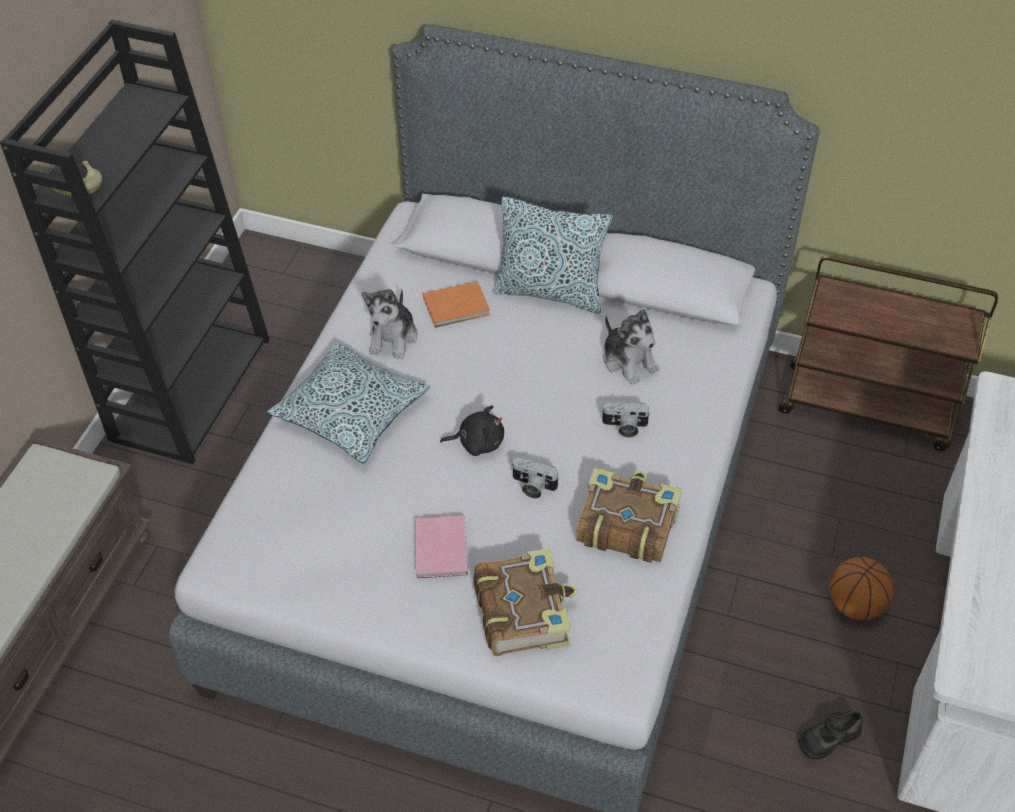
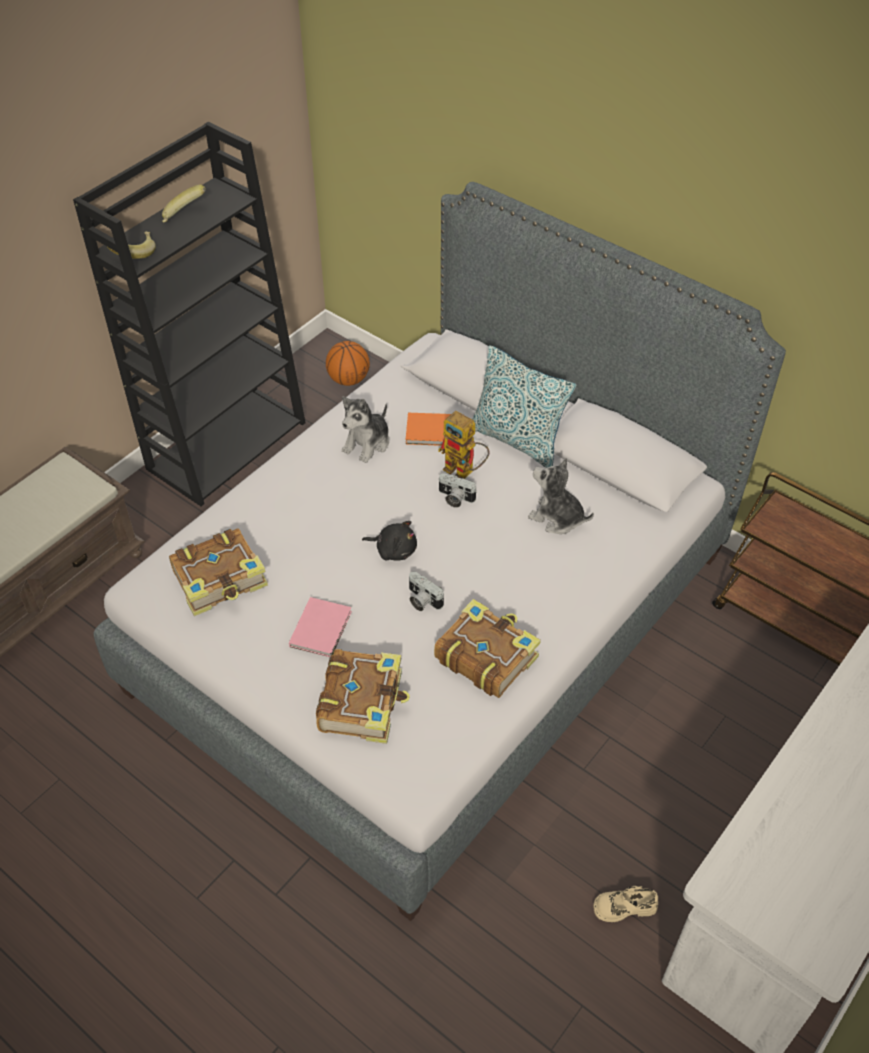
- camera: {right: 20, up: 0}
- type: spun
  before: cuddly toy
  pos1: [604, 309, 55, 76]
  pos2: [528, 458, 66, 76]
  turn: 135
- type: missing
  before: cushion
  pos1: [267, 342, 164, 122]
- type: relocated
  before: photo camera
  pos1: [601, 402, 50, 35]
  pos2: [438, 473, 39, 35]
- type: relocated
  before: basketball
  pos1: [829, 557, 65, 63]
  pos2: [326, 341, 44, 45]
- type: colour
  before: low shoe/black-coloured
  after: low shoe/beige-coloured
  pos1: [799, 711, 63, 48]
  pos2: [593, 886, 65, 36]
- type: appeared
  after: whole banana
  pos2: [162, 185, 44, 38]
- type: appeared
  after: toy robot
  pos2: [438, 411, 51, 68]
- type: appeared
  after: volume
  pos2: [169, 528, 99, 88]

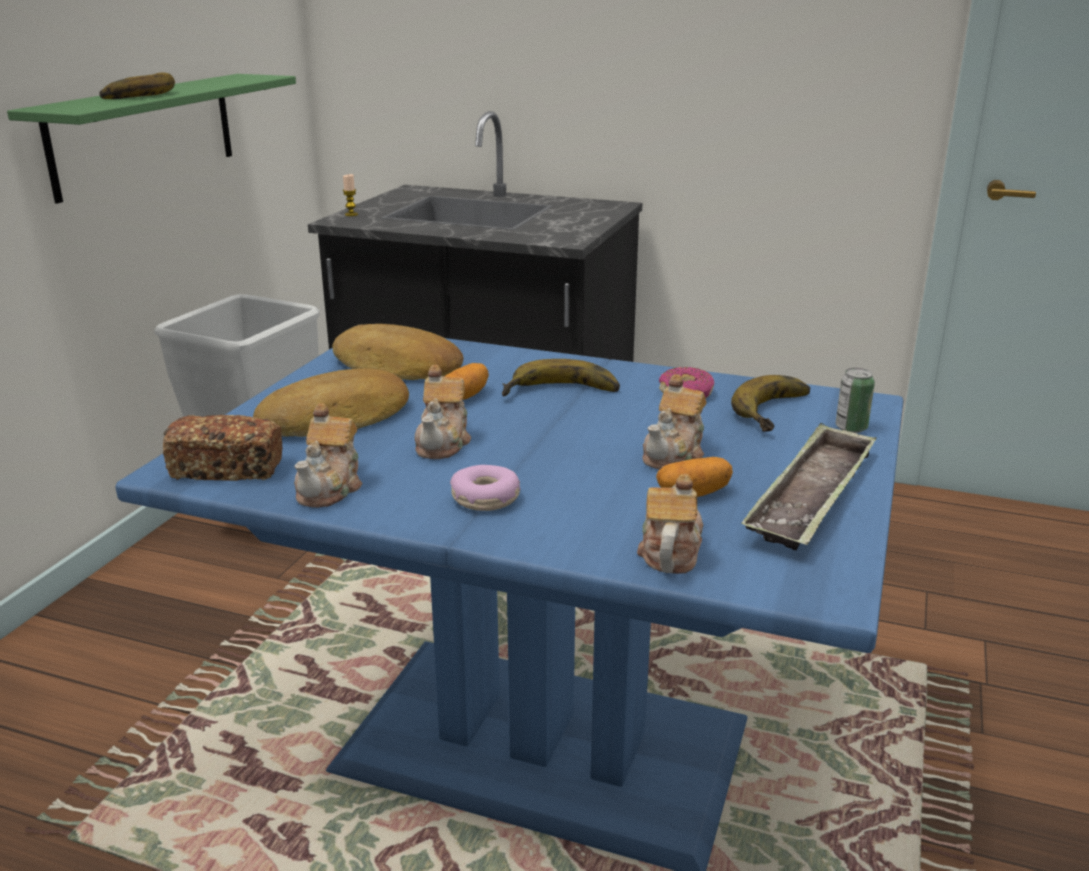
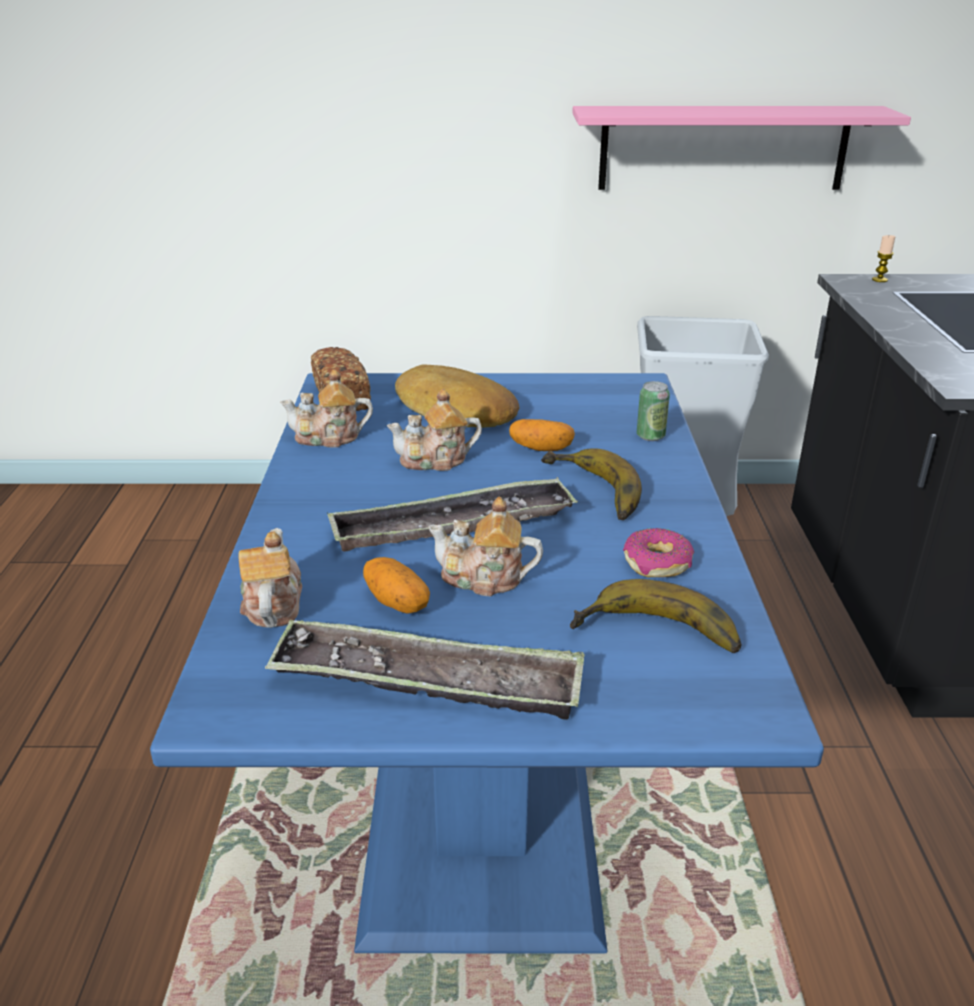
- camera: {right: 70, up: 5}
- type: missing
  before: whole banana
  pos1: [99, 72, 76, 27]
- type: colour
  before: bracket shelf/greenish
  after: bracket shelf/pinkish
  pos1: [7, 74, 289, 130]
  pos2: [572, 106, 339, 84]
- type: missing
  before: baked bread
  pos1: [332, 324, 132, 56]
- type: relocated
  before: metal can
  pos1: [835, 368, 40, 65]
  pos2: [637, 381, 33, 60]
- type: missing
  before: doughnut
  pos1: [450, 465, 70, 46]
- type: spun
  before: tea pot
  pos1: [637, 474, 66, 100]
  pos2: [238, 528, 64, 100]
  turn: -90
- type: appeared
  after: carrying tray
  pos2: [327, 477, 251, 74]

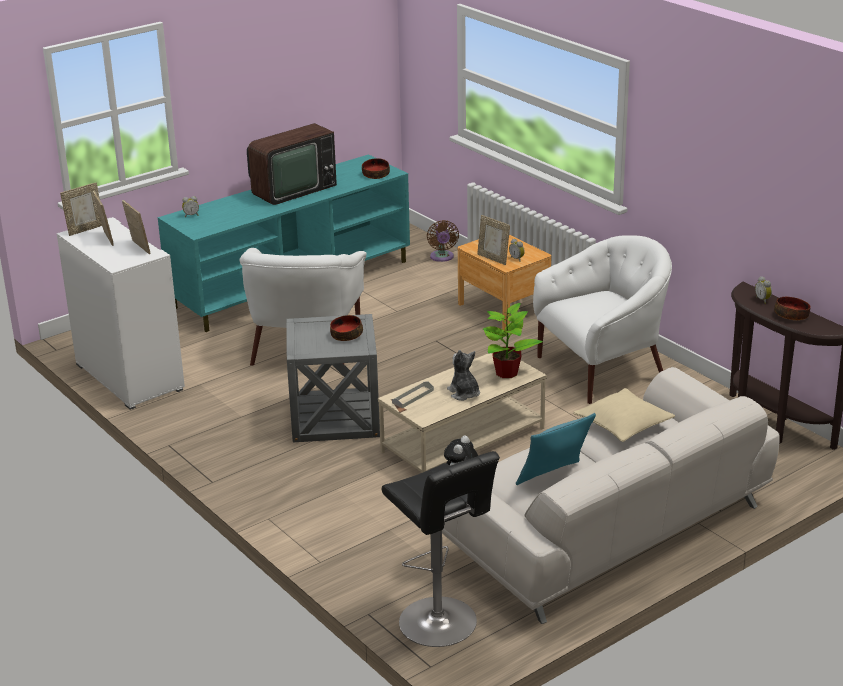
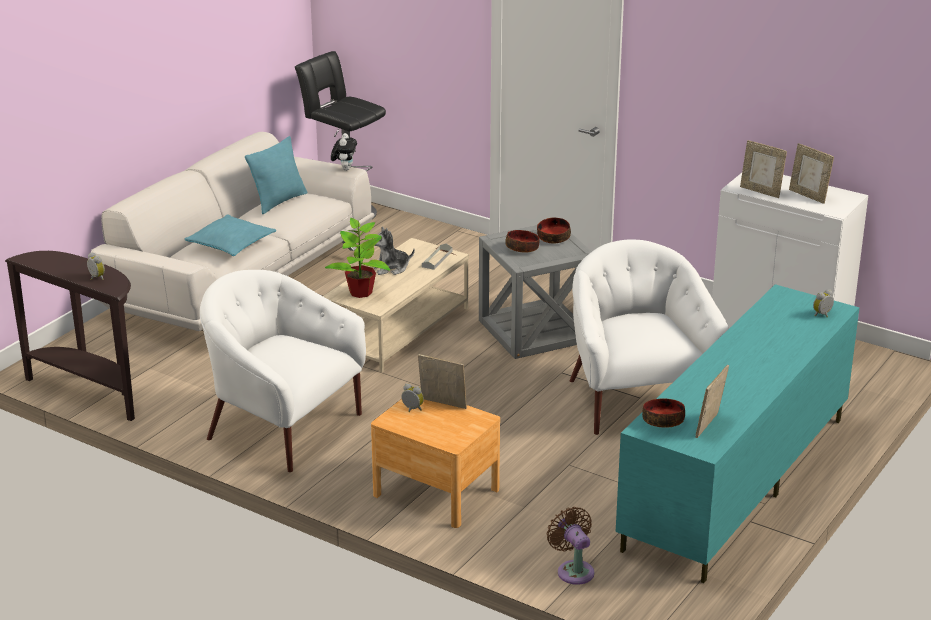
- camera: {right: 160, up: 0}
- type: missing
  before: television
  pos1: [247, 123, 90, 82]
- type: relocated
  before: photo frame
  pos1: [60, 183, 42, 53]
  pos2: [695, 365, 34, 73]
- type: spun
  before: armchair/whitish
  pos1: [533, 235, 139, 169]
  pos2: [200, 270, 166, 202]
  turn: 75
- type: relocated
  before: serving bowl
  pos1: [774, 297, 37, 23]
  pos2: [537, 218, 34, 26]
- type: spun
  before: cuddly toy
  pos1: [447, 350, 33, 51]
  pos2: [370, 227, 45, 48]
  turn: 120
- type: colour
  before: cushion/beige-coloured
  after: cushion/turquoise
  pos1: [573, 388, 102, 54]
  pos2: [184, 214, 92, 42]

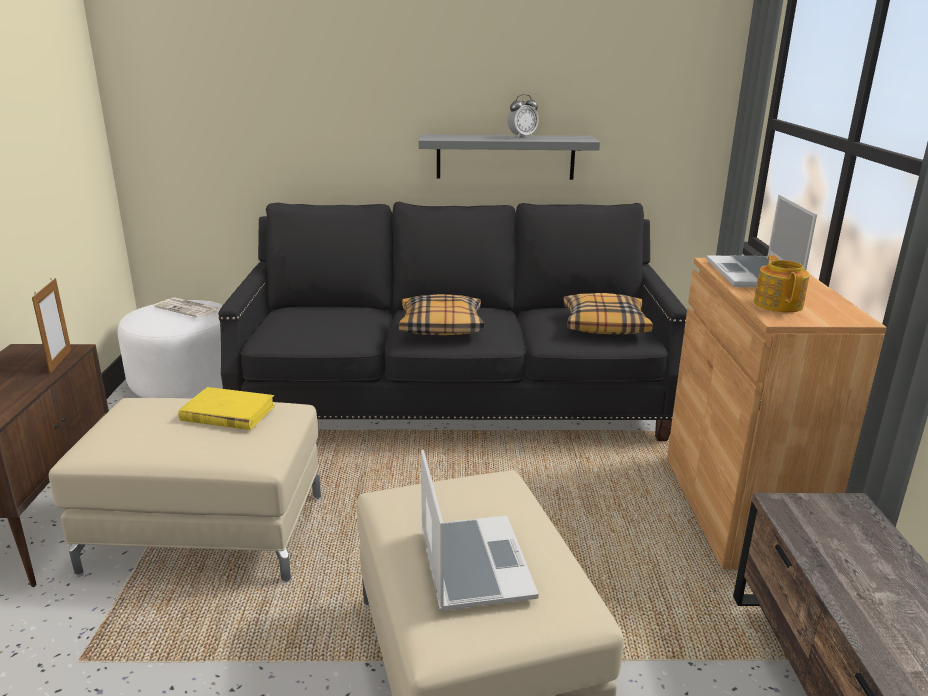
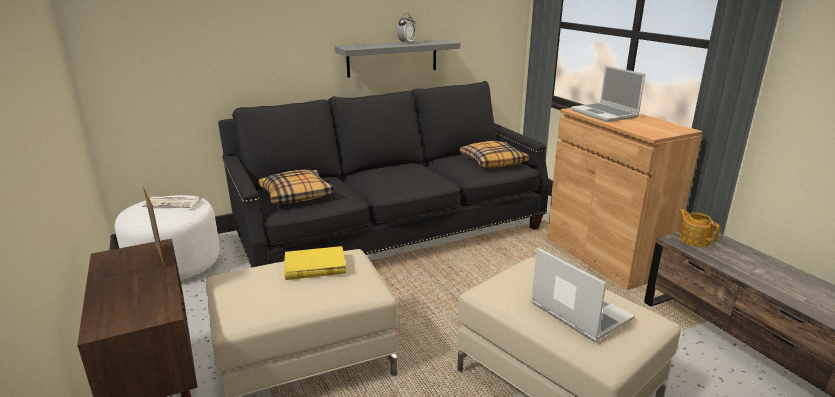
- camera: {right: -25, up: 0}
- type: relocated
  before: tea pot
  pos1: [754, 255, 56, 58]
  pos2: [679, 209, 41, 38]
- type: relocated
  before: cushion
  pos1: [399, 294, 86, 41]
  pos2: [259, 170, 75, 34]

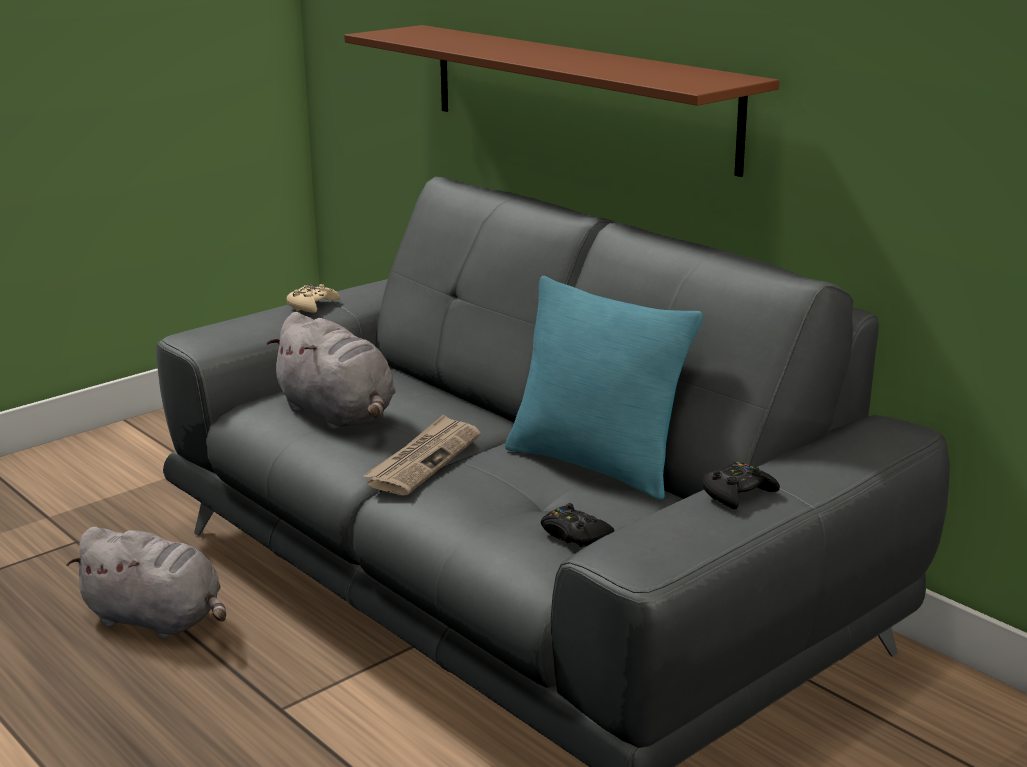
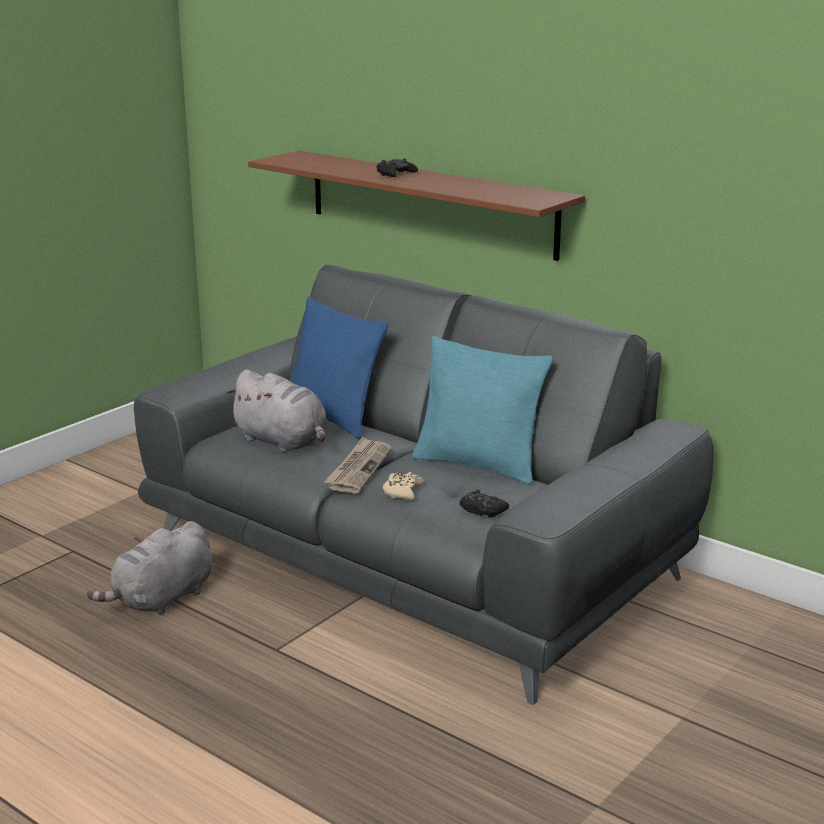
- camera: {right: -10, up: 0}
- type: relocated
  before: gamepad/beige-coloured
  pos1: [286, 284, 54, 29]
  pos2: [383, 472, 41, 28]
- type: relocated
  before: gamepad/black-coloured
  pos1: [703, 462, 77, 47]
  pos2: [376, 158, 42, 19]
- type: spun
  before: cuddly toy/gray
  pos1: [67, 527, 159, 112]
  pos2: [87, 521, 125, 94]
  turn: 120
- type: appeared
  after: cushion/blue-coloured
  pos2: [290, 297, 98, 142]

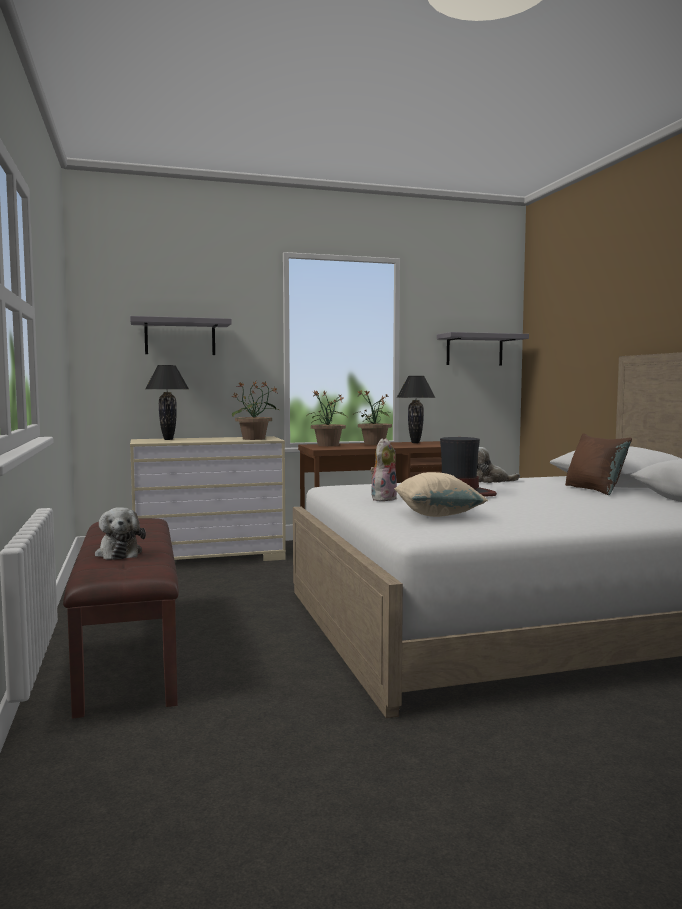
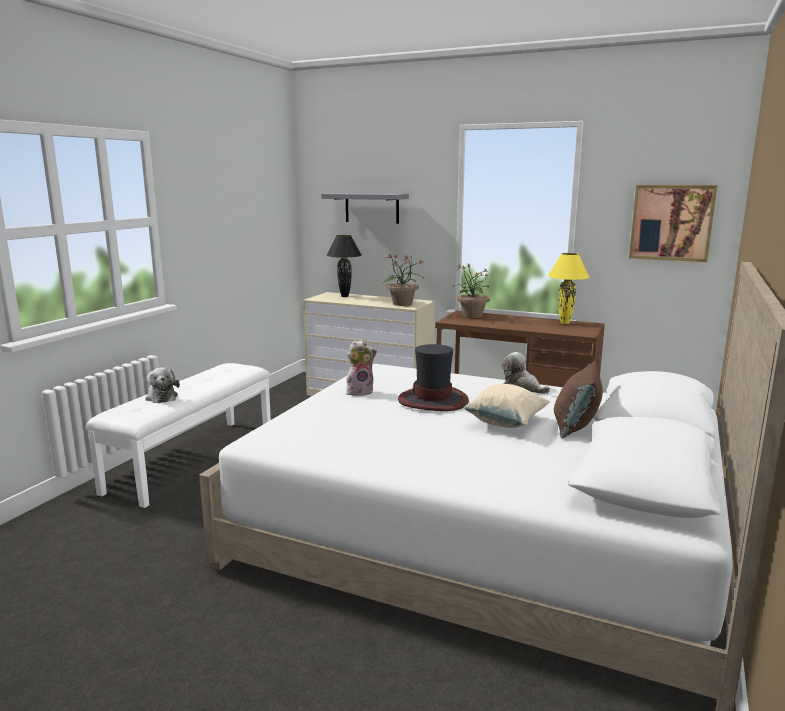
- camera: {right: 40, up: 10}
- type: exchanged
  before: bracket shelf/gray
  after: picture
  pos1: [437, 332, 92, 34]
  pos2: [629, 185, 88, 77]
- type: colour
  before: tabletop lamp/black-coloured
  after: tabletop lamp/yellow-coloured
  pos1: [397, 376, 38, 67]
  pos2: [548, 253, 42, 71]
- type: missing
  before: potted plant
  pos1: [354, 390, 38, 55]
- type: relocated
  before: cushion/beige-coloured
  pos1: [394, 472, 94, 45]
  pos2: [464, 384, 86, 44]
- type: spun
  before: cuddly toy
  pos1: [95, 507, 51, 53]
  pos2: [145, 367, 35, 36]
  turn: -45
- type: colour
  before: long seat/brownish
  after: long seat/whitish
  pos1: [63, 518, 116, 201]
  pos2: [85, 363, 186, 145]

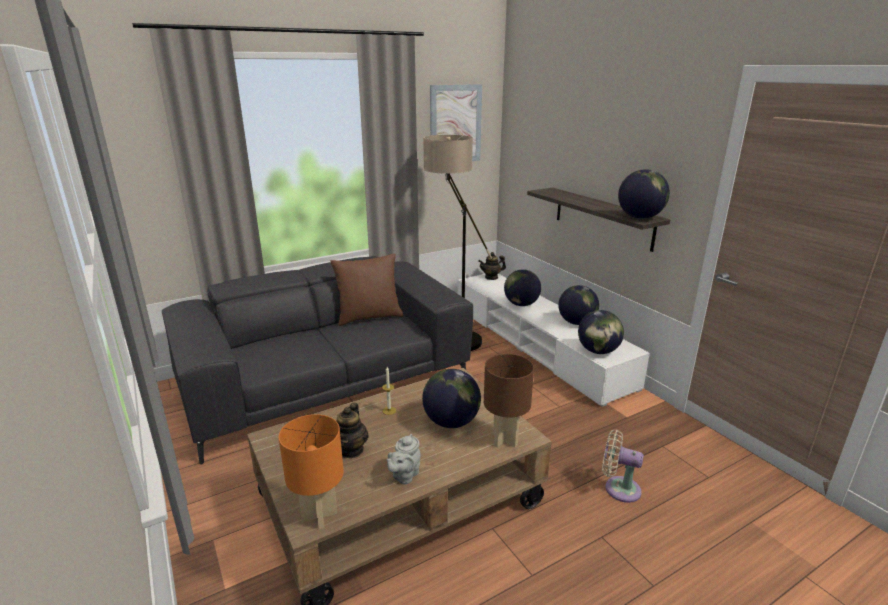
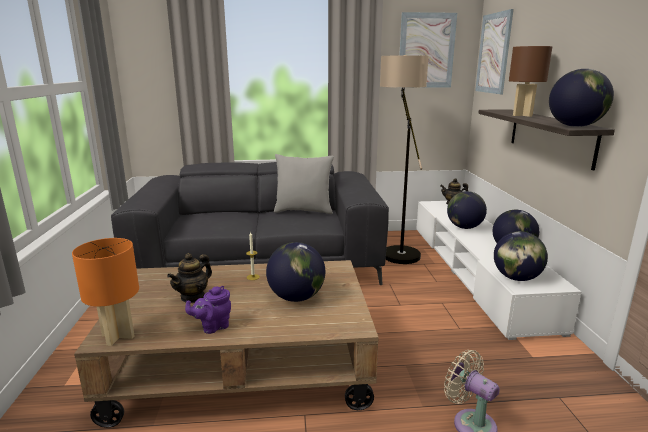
- camera: {right: 25, up: -5}
- type: colour
  before: cushion/brownish
  after: cushion/gray
  pos1: [330, 254, 73, 72]
  pos2: [274, 154, 60, 60]
- type: relocated
  before: tabletop lamp/brownish
  pos1: [484, 354, 50, 94]
  pos2: [509, 46, 43, 71]
- type: colour
  before: tea pot/gray
  after: tea pot/purple-coloured
  pos1: [387, 434, 34, 50]
  pos2: [185, 286, 46, 48]
- type: appeared
  after: picture
  pos2: [475, 9, 39, 85]

